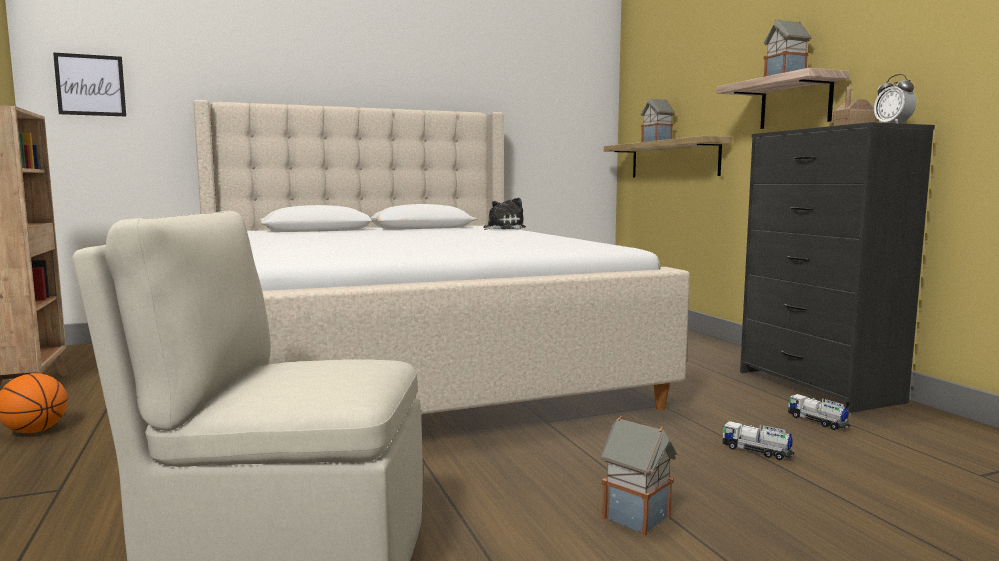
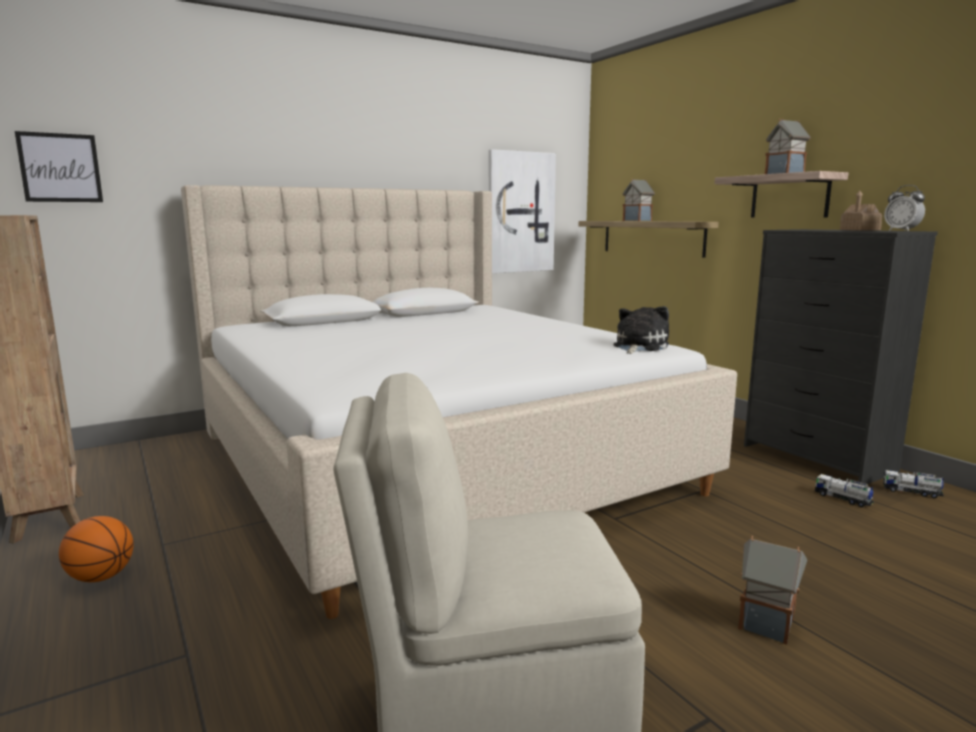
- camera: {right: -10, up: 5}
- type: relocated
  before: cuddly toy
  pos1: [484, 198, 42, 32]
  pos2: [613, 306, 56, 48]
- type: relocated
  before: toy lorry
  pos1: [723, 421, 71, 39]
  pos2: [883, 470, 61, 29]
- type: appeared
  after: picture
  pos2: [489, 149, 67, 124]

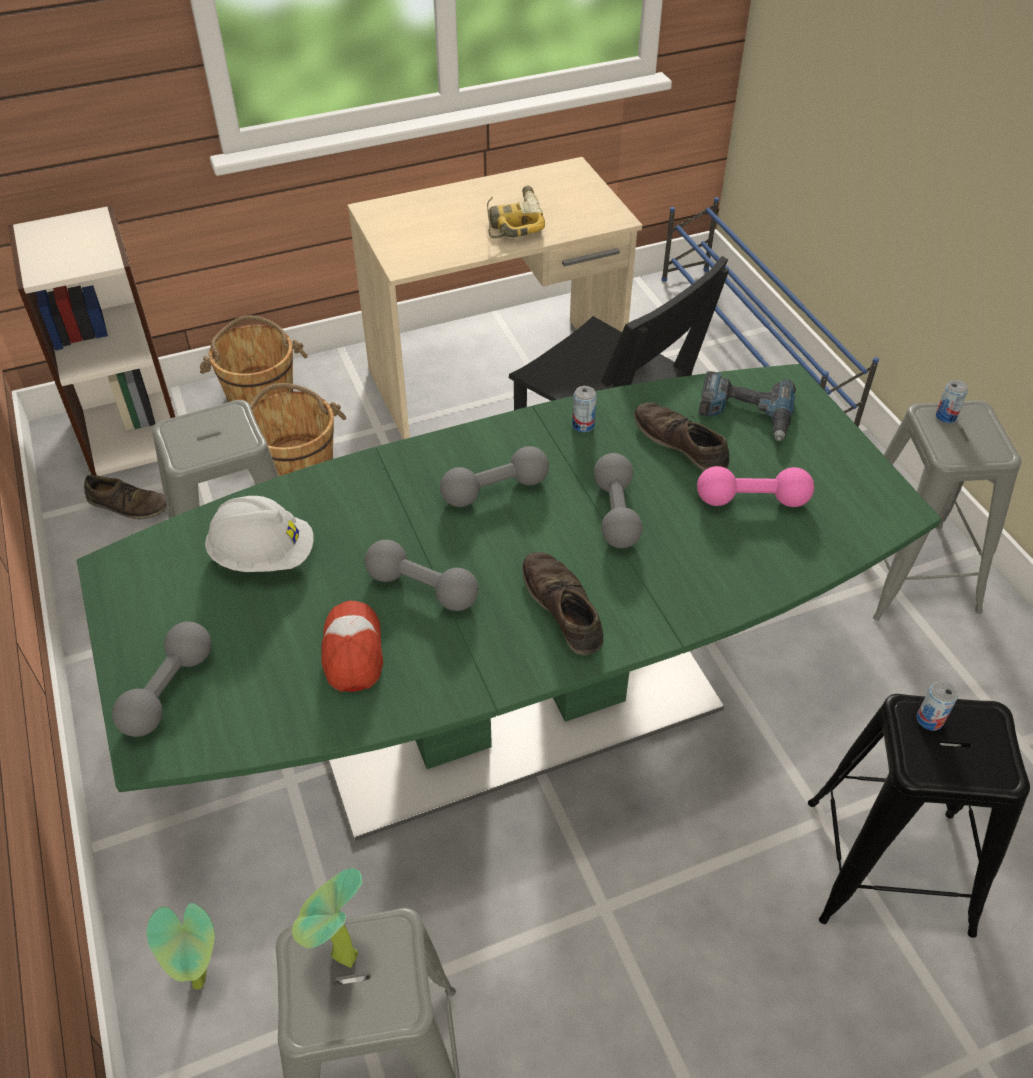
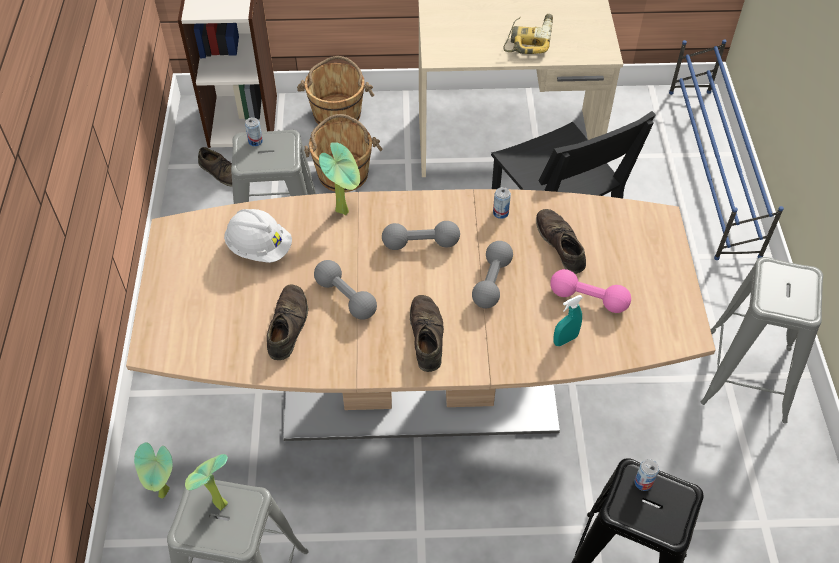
- camera: {right: 20, up: 5}
- type: colour
  before: dining table/greenish
  after: dining table/brownish
  pos1: [77, 364, 864, 477]
  pos2: [126, 189, 590, 252]
- type: missing
  before: drill
  pos1: [698, 371, 98, 70]
- type: relocated
  before: metal can
  pos1: [936, 380, 32, 43]
  pos2: [245, 117, 18, 29]
- type: exchanged
  before: baseball cap
  after: low shoe/brownish
  pos1: [322, 601, 61, 91]
  pos2: [267, 284, 41, 76]
- type: missing
  before: dumbbell/gray
  pos1: [112, 622, 99, 115]
- type: appeared
  after: potted plant
  pos2: [319, 142, 41, 73]
- type: appeared
  after: sprayer/turquoise
  pos2: [553, 295, 30, 51]

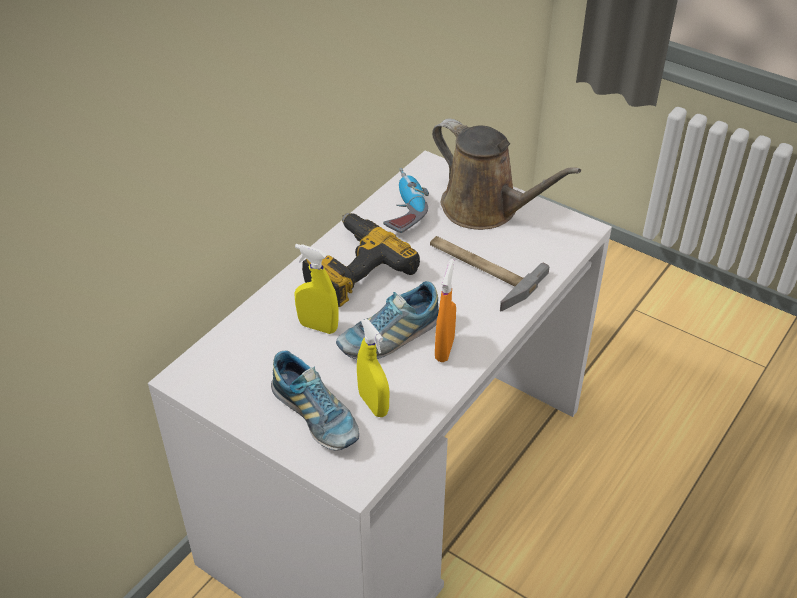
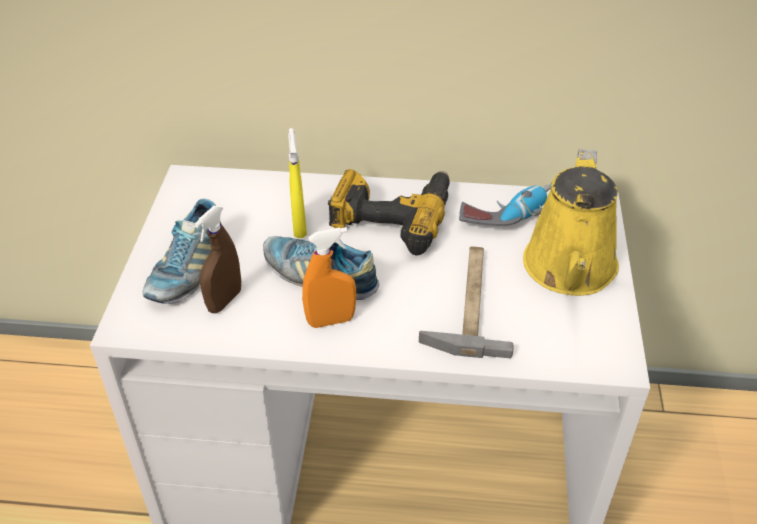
- camera: {right: 60, up: 0}
- type: colour
  before: watering can/brownish
  after: watering can/yellow-coloured
  pos1: [432, 119, 149, 111]
  pos2: [523, 149, 96, 147]
- type: colour
  before: sprayer/yellow-coloured
  after: sprayer/brownish
  pos1: [357, 319, 32, 98]
  pos2: [194, 205, 47, 108]

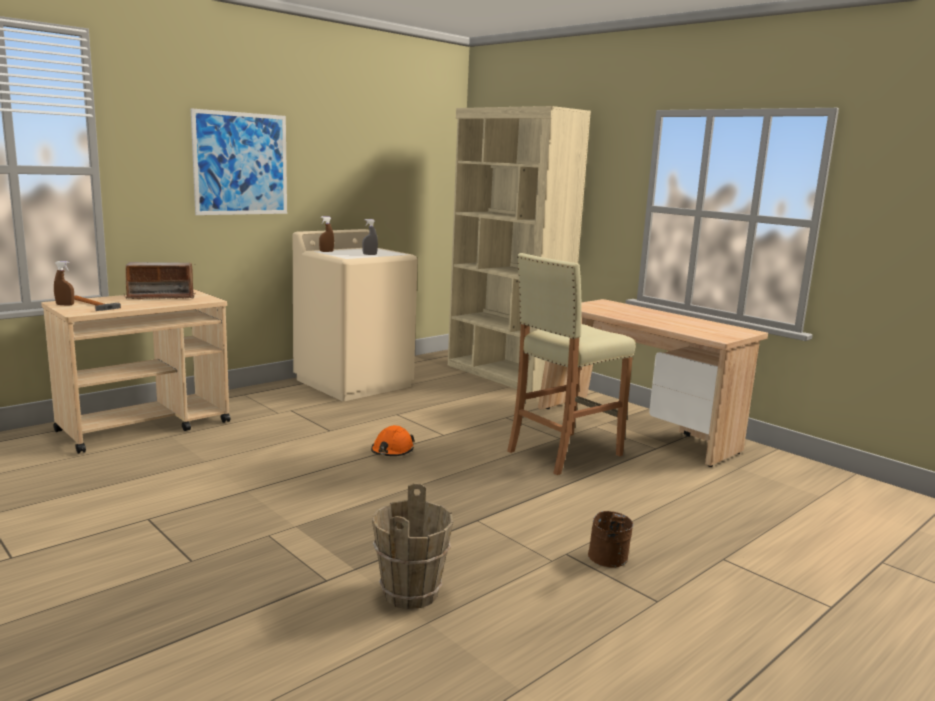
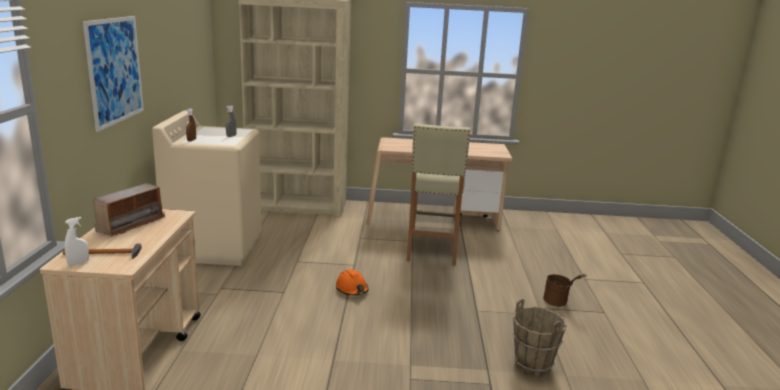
- camera: {right: -45, up: 5}
- type: colour
  before: sprayer/brownish
  after: sprayer/whitish
  pos1: [54, 261, 20, 45]
  pos2: [64, 217, 25, 49]

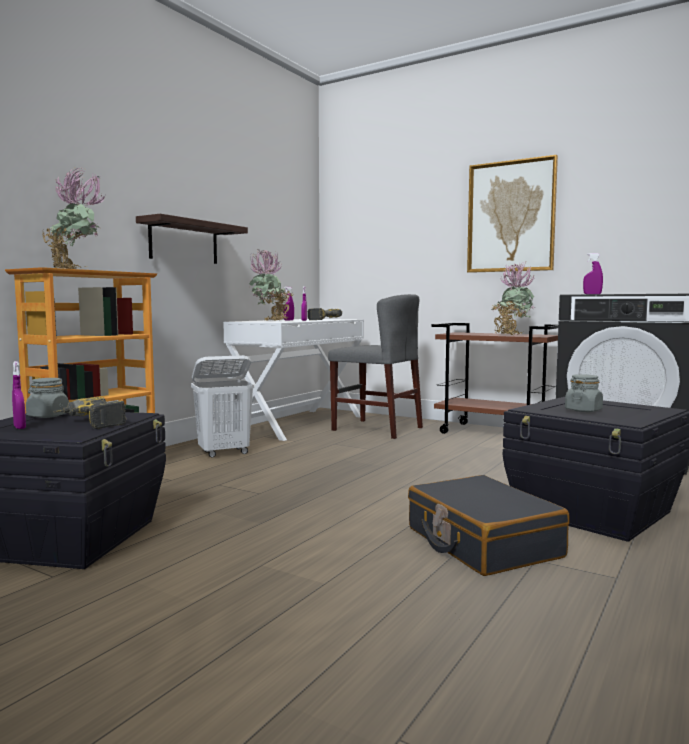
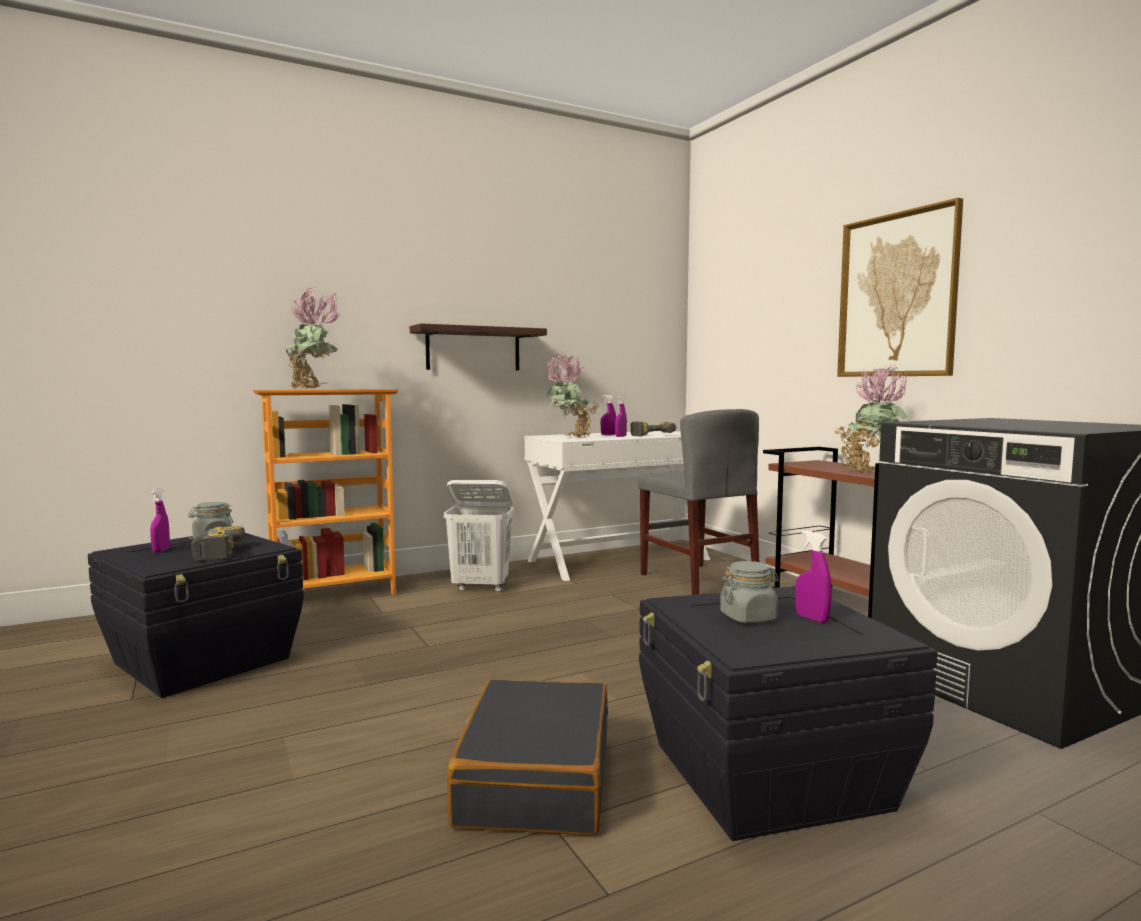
- camera: {right: 30, up: 0}
- type: relocated
  before: sprayer/purple-coloured
  pos1: [583, 253, 20, 41]
  pos2: [795, 530, 37, 93]

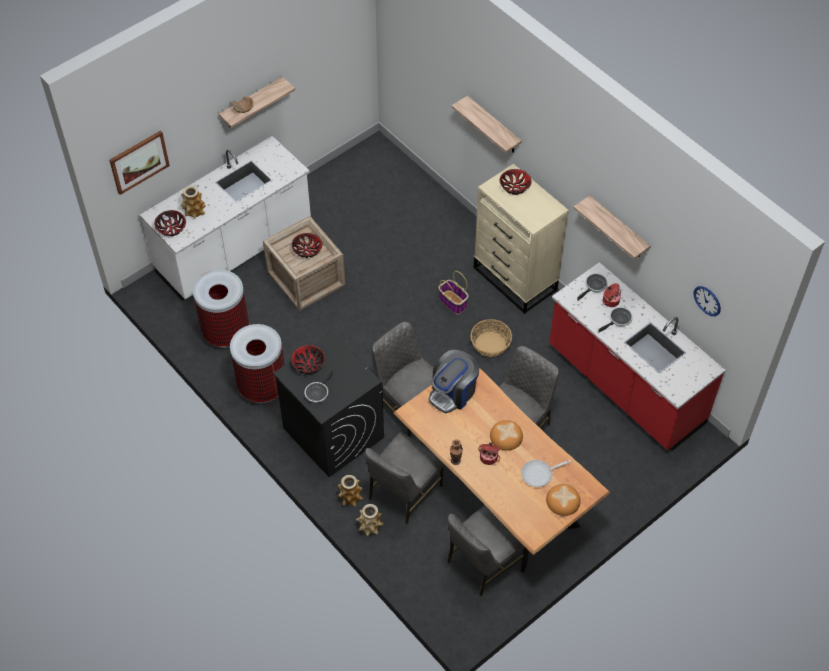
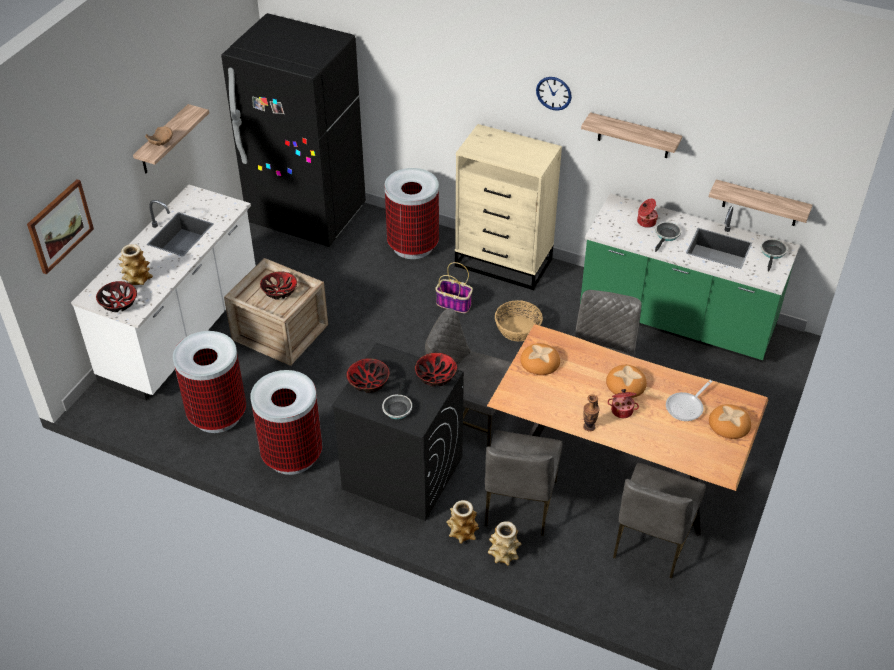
- camera: {right: -25, up: -10}
- type: relocated
  before: bracket shelf
  pos1: [452, 95, 70, 58]
  pos2: [709, 179, 103, 47]
- type: relocated
  before: serving bowl
  pos1: [500, 169, 32, 26]
  pos2: [415, 353, 43, 33]
- type: colour
  before: kitchen base unit/red-coloured
  after: kitchen base unit/greenish
  pos1: [549, 262, 177, 189]
  pos2: [580, 193, 220, 170]
- type: relocated
  before: skillet
  pos1: [577, 273, 31, 28]
  pos2: [761, 239, 27, 33]
- type: relocated
  before: wall clock
  pos1: [693, 286, 28, 30]
  pos2: [536, 77, 36, 34]
- type: exchanged
  before: coffee brewer
  after: baked bread
  pos1: [428, 350, 51, 63]
  pos2: [520, 343, 40, 32]
- type: appeared
  after: fridge/black-coloured
  pos2: [221, 13, 145, 234]
- type: appeared
  after: waste bin
  pos2: [385, 168, 54, 91]

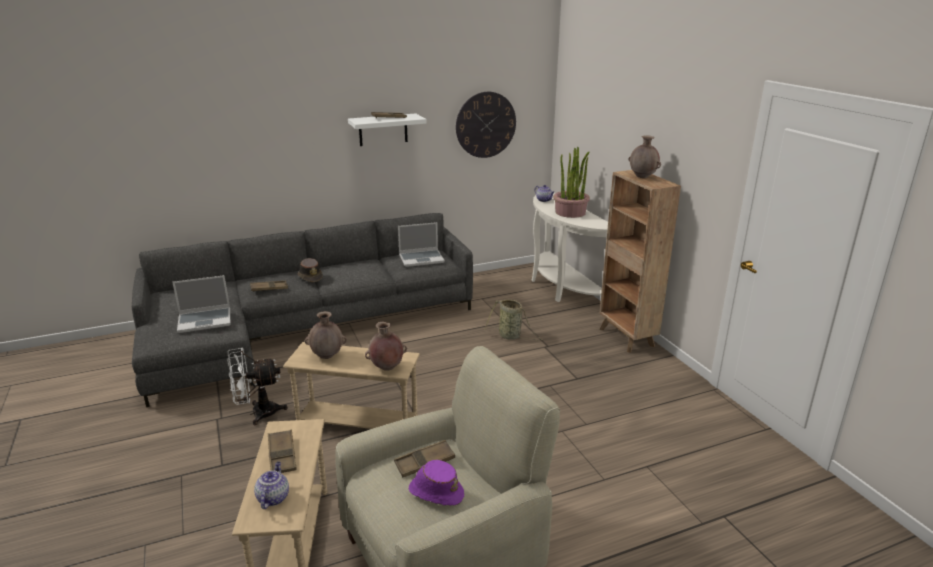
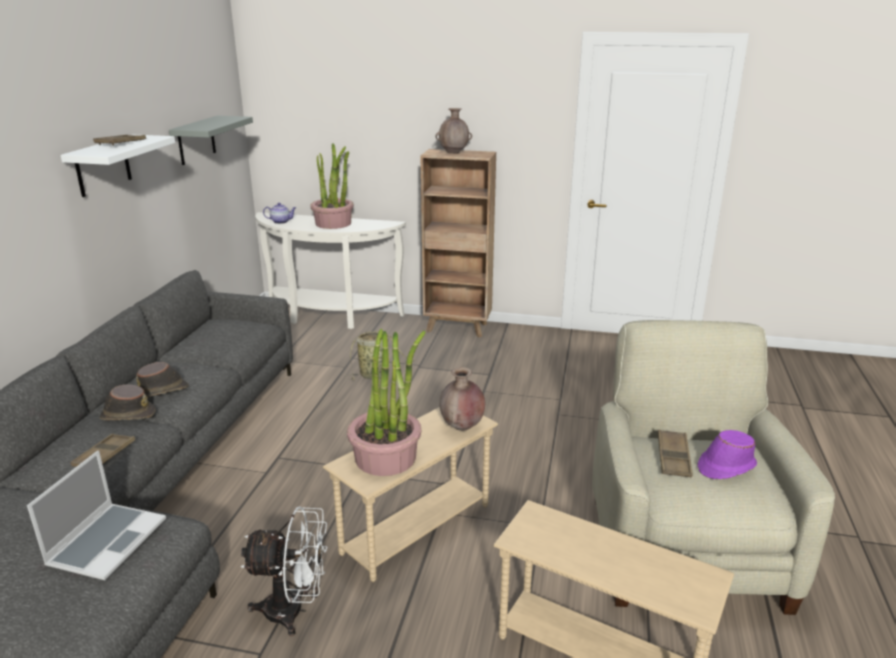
- camera: {right: -55, up: 0}
- type: exchanged
  before: wall clock
  after: bracket shelf/gray
  pos1: [456, 92, 60, 66]
  pos2: [169, 116, 84, 49]
- type: missing
  before: laptop
  pos1: [398, 222, 47, 45]
- type: exchanged
  before: decorative vase/brownish
  after: potted plant
  pos1: [305, 311, 42, 48]
  pos2: [347, 329, 79, 147]
- type: spun
  before: electric fan/whitish
  pos1: [227, 347, 61, 78]
  pos2: [241, 506, 86, 130]
  turn: -105
- type: missing
  before: carrying tray/brownish
  pos1: [268, 430, 29, 43]
- type: missing
  before: tea pot
  pos1: [254, 462, 35, 47]
- type: appeared
  after: hat/brownish
  pos2: [136, 362, 53, 36]

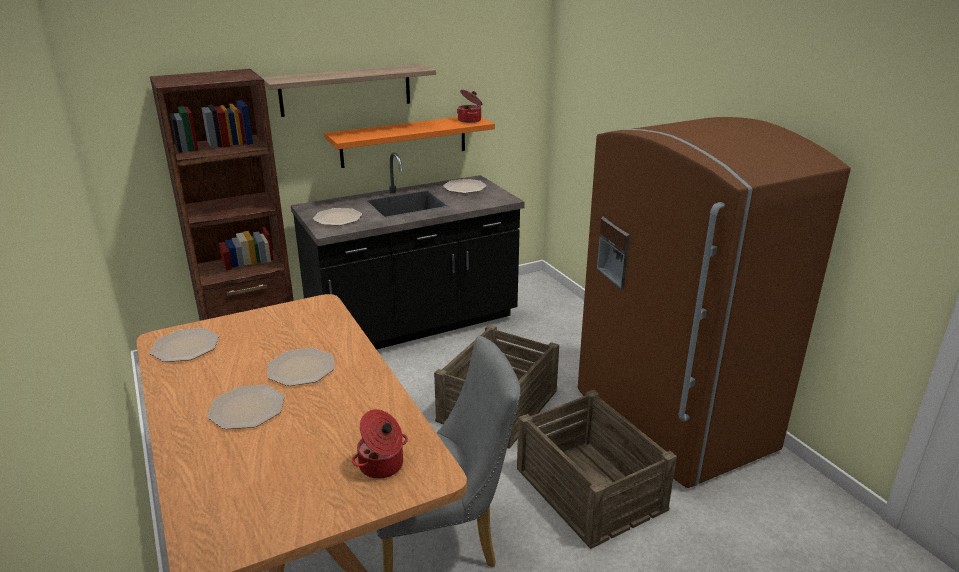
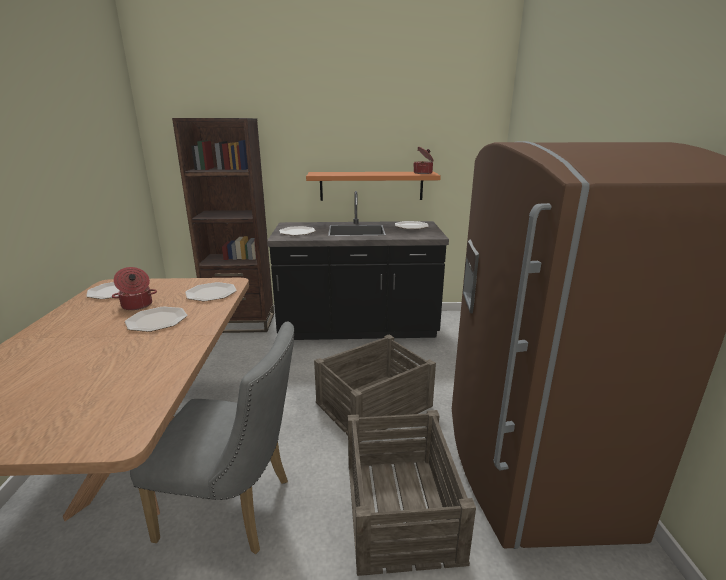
- camera: {right: 25, up: -5}
- type: missing
  before: bracket shelf
  pos1: [261, 64, 175, 53]
- type: relocated
  before: plate
  pos1: [207, 385, 78, 44]
  pos2: [185, 282, 52, 19]
- type: relocated
  before: stockpot
  pos1: [352, 409, 56, 70]
  pos2: [112, 267, 45, 43]

